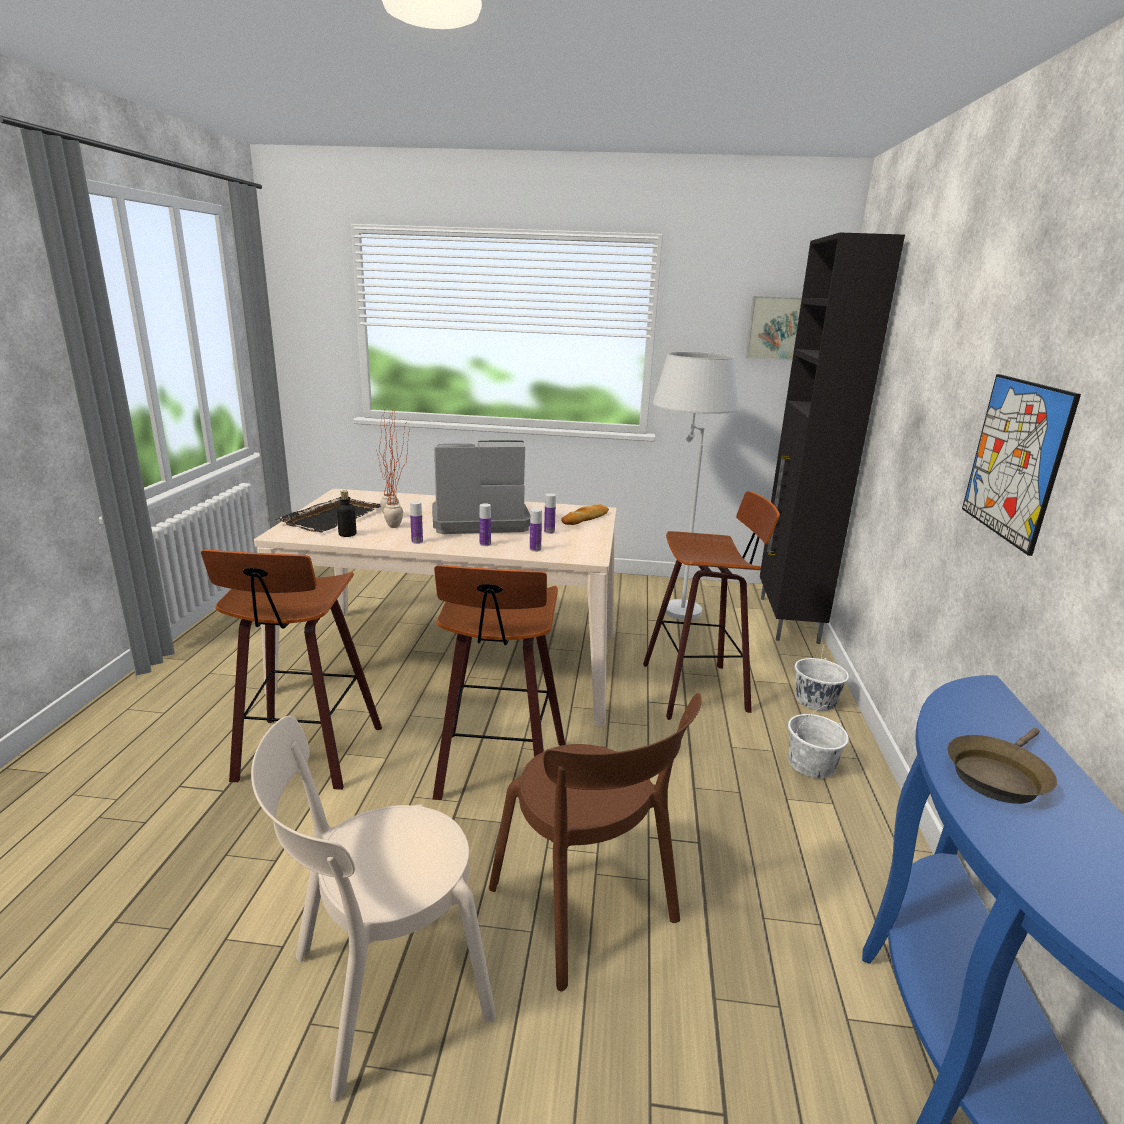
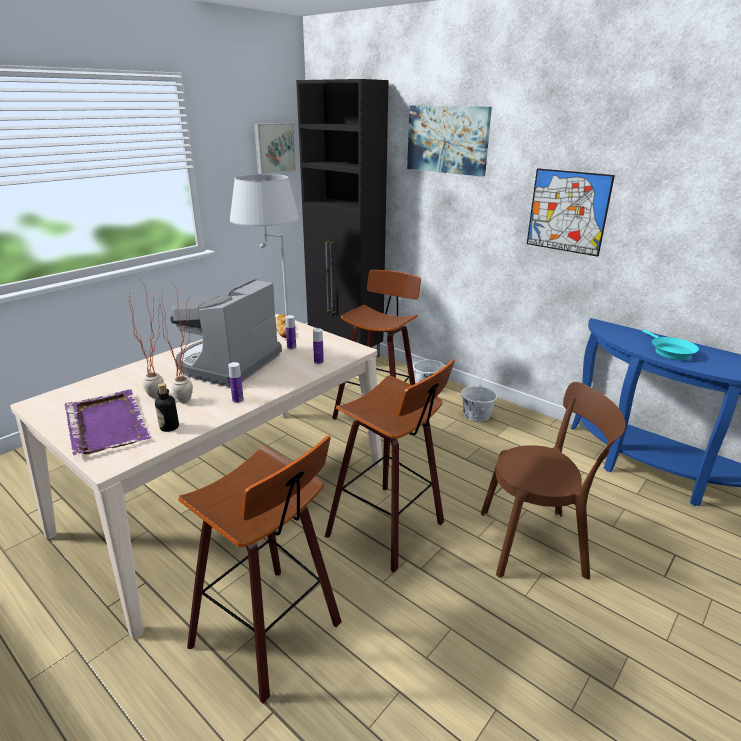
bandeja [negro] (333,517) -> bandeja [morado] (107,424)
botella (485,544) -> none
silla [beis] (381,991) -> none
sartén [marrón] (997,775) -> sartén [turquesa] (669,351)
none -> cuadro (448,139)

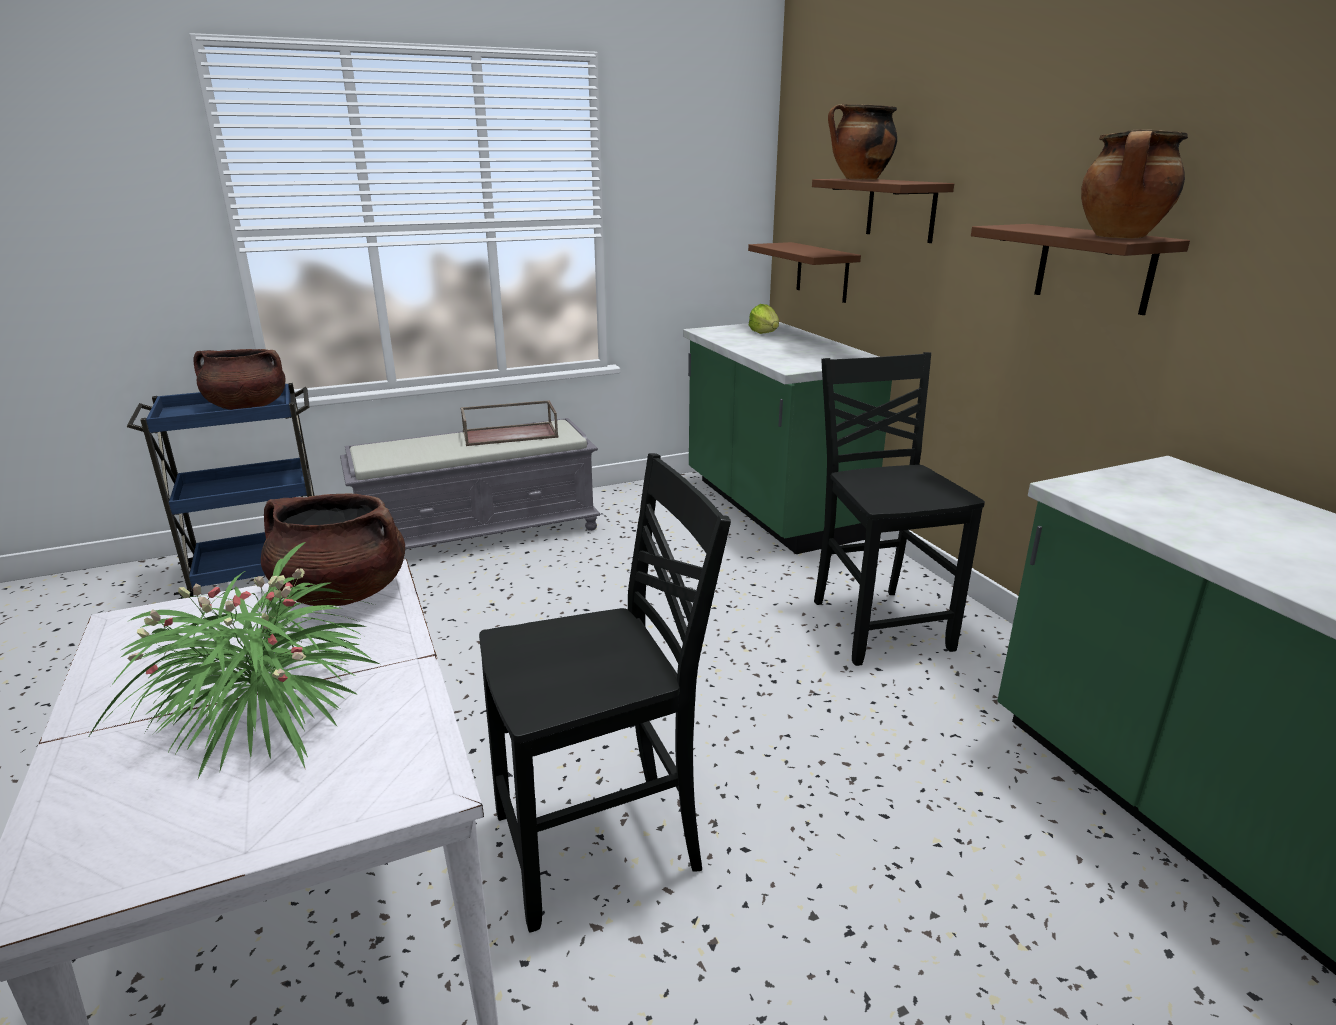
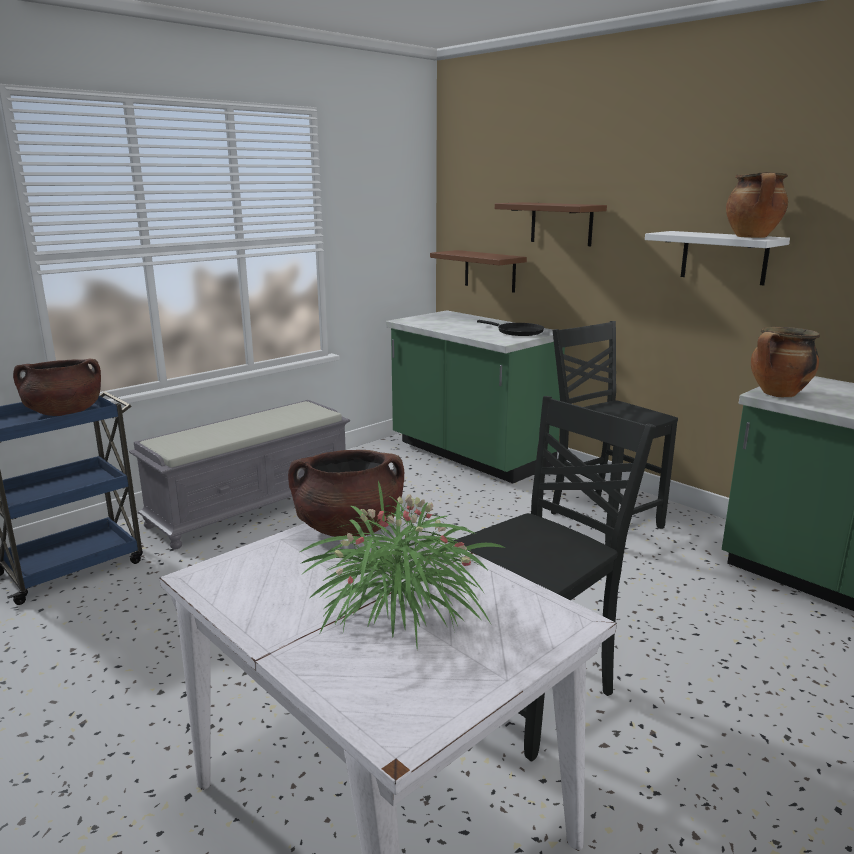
olla (859,179) -> olla (778,394), relocated
estante [marrón] (1094,268) -> estante [blanco] (724,257)
lechuga (764,333) -> none
bandeja [marrón] (511,434) -> none
none -> sartén [negro] (517,332)

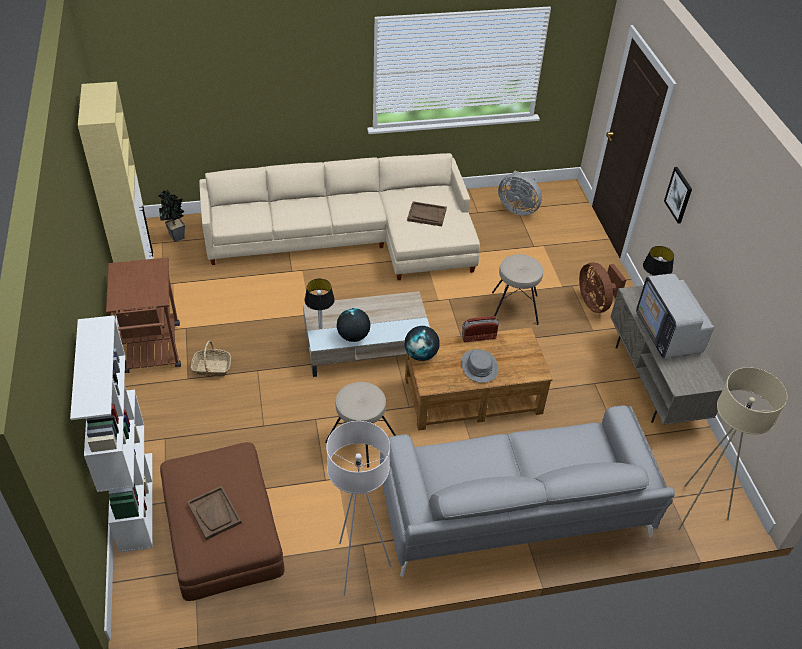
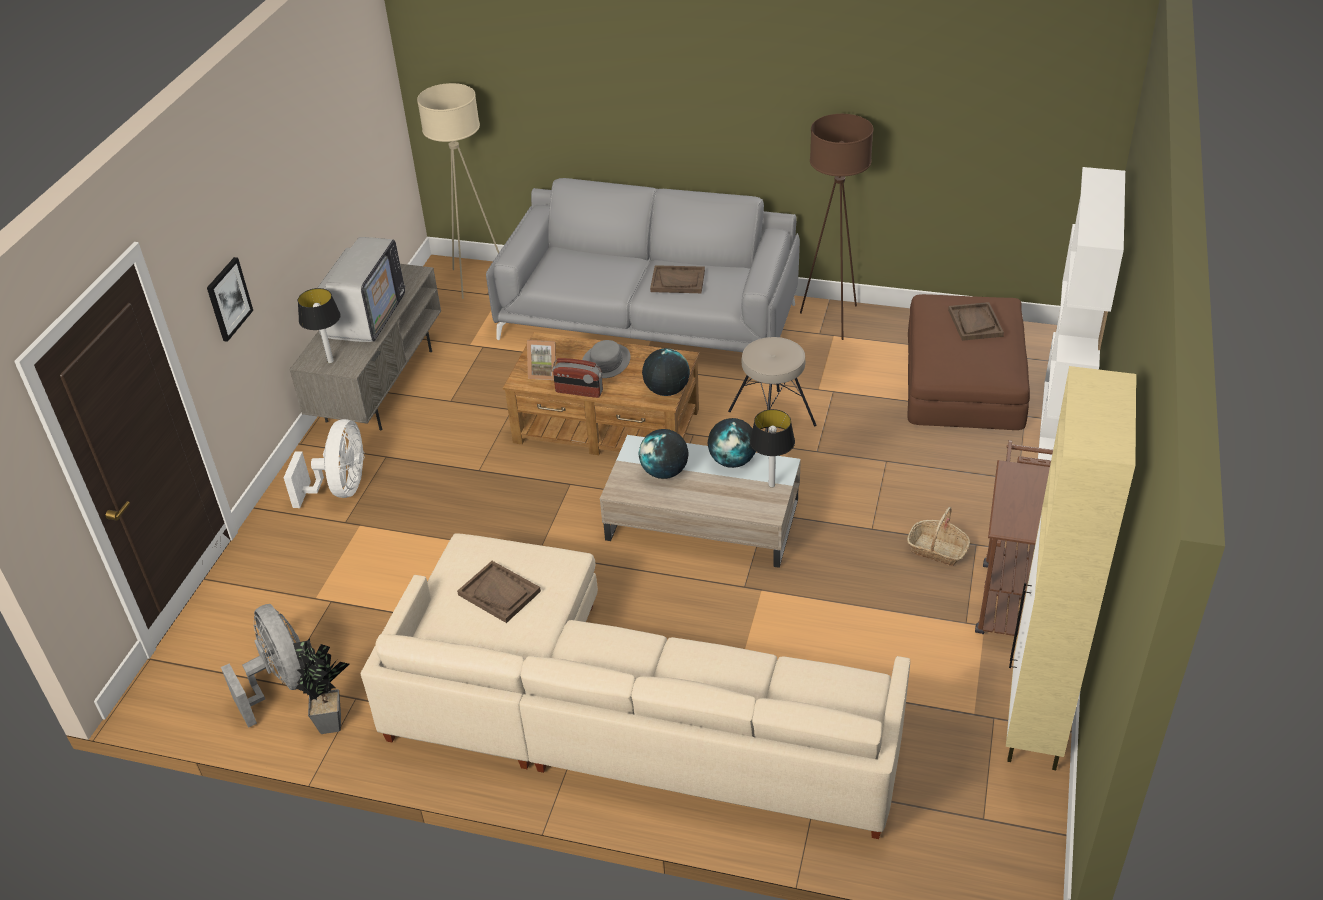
planta en maceta (177,239) -> planta en maceta (333,720), relocated
taburete [beis] (514,307) -> none
ventilador [marrón] (595,303) -> ventilador [blanco] (341,489)
lámpara de pie [blanco] (358,567) -> lámpara de pie [marrón] (833,320)
none -> bandeja [marrón] (678,281)
none -> portarretratos (544,373)
none -> globo terráqueo (664,472)

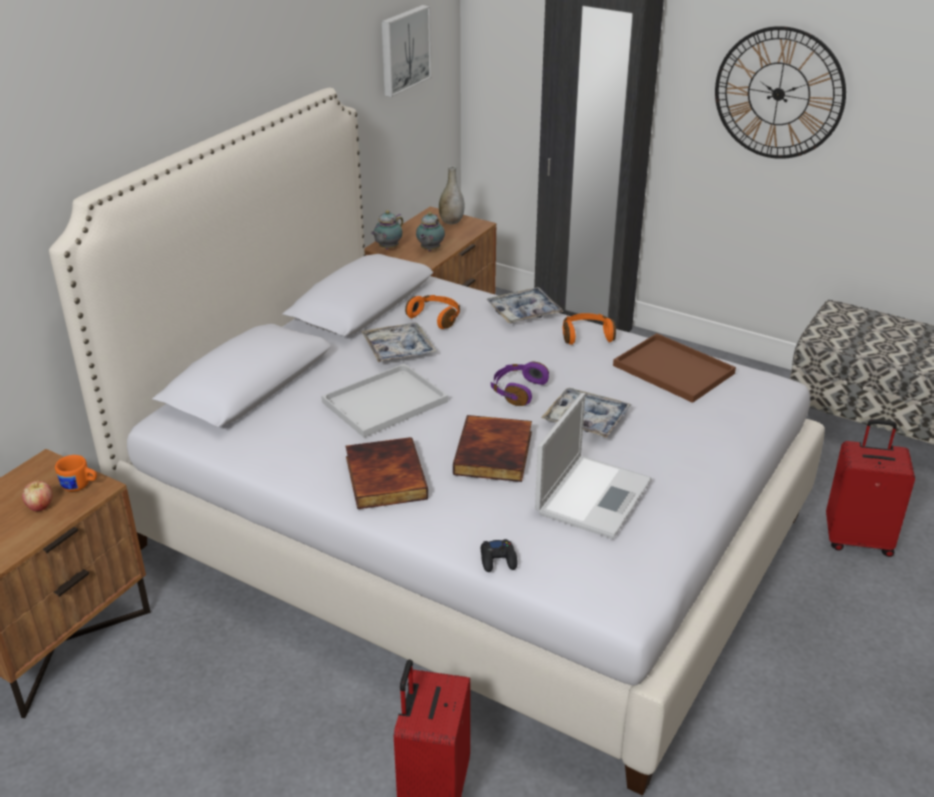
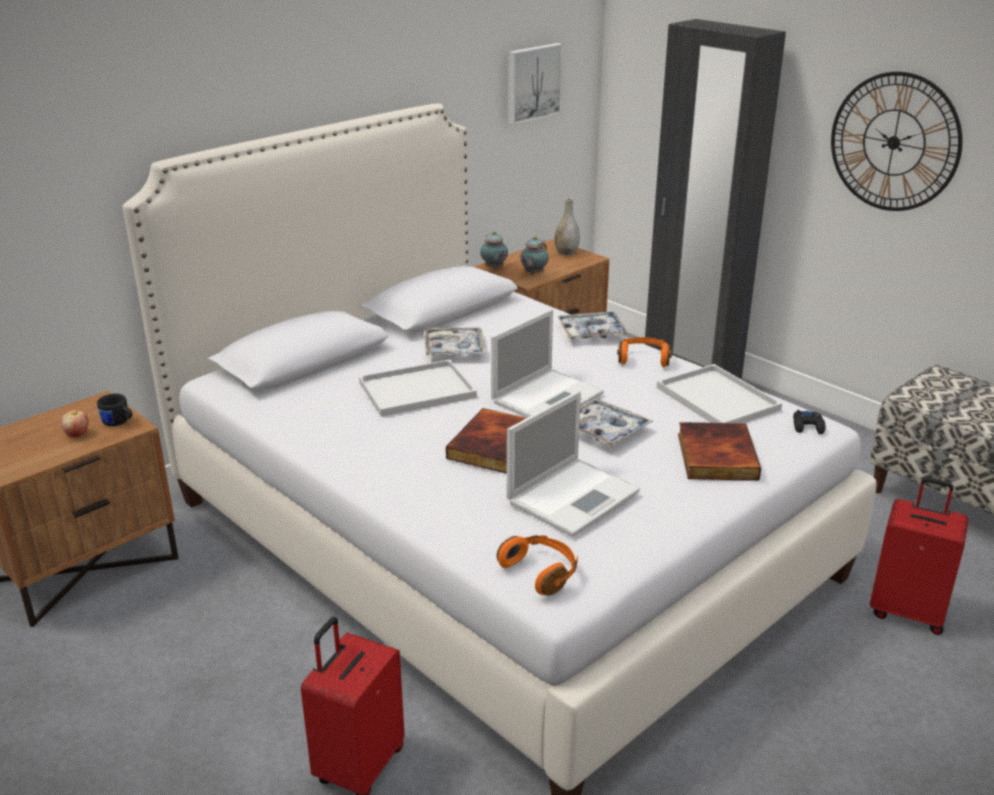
tetera (387,248) -> tetera (494,268), 75 degrees counterclockwise
auriculares [naranja] (436,317) -> auriculares [naranja] (541,572), relocated
bandeja [marrón] (676,370) -> bandeja [blanco] (720,399)
auriculares [morado] (517,391) -> portátil (548,397)
libro (383,477) -> libro (714,456), relocated
taza grande [naranja] (80,486) -> taza grande [negro] (119,423)
mando de consola [negro] (498,560) -> mando de consola [negro] (808,426), relocated

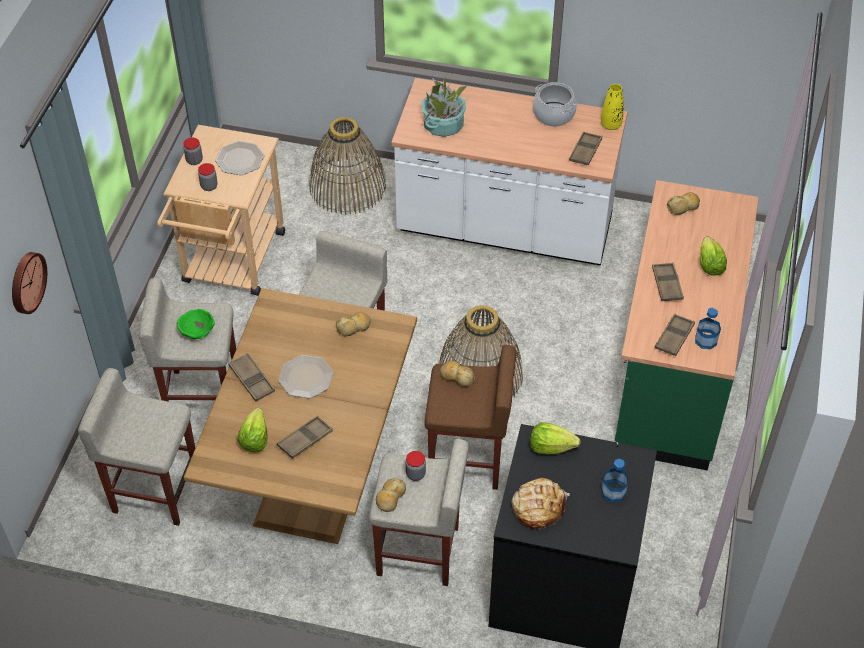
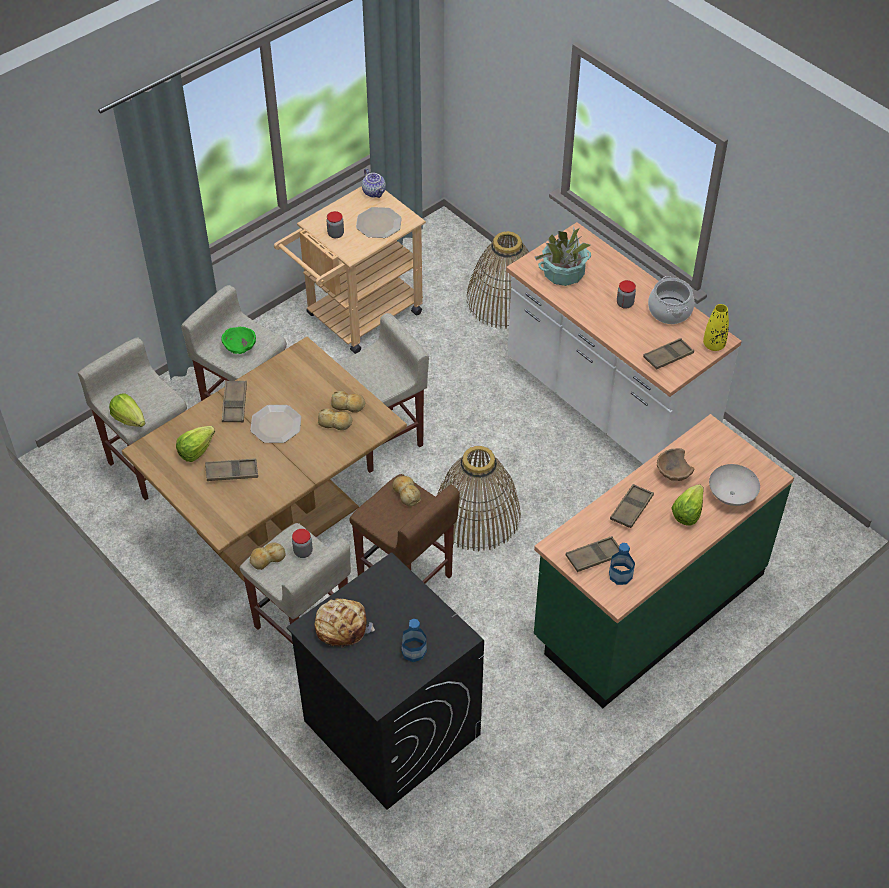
tarro (194,160) -> tarro (625,303), relocated
pan (683,207) -> pan (335,423), relocated
reloj de pared (26,282) -> none
lechuga (551,447) -> lechuga (129,419), relocated
none -> tetera (374,192)
none -> cuenco [marrón] (672,474)
none -> cuenco [blanco] (732,495)

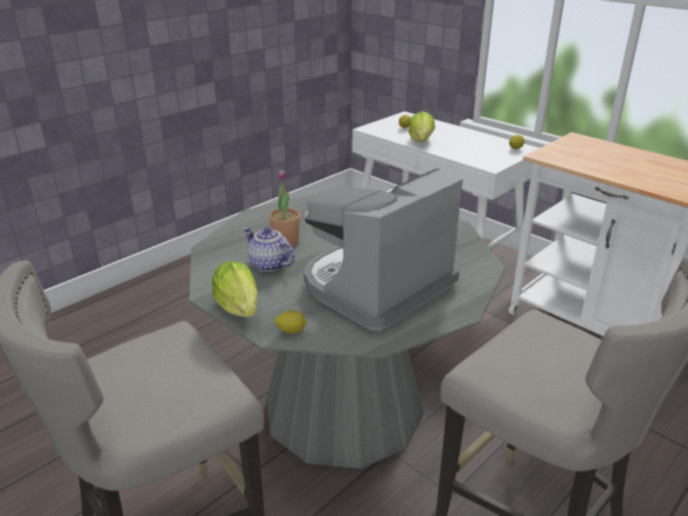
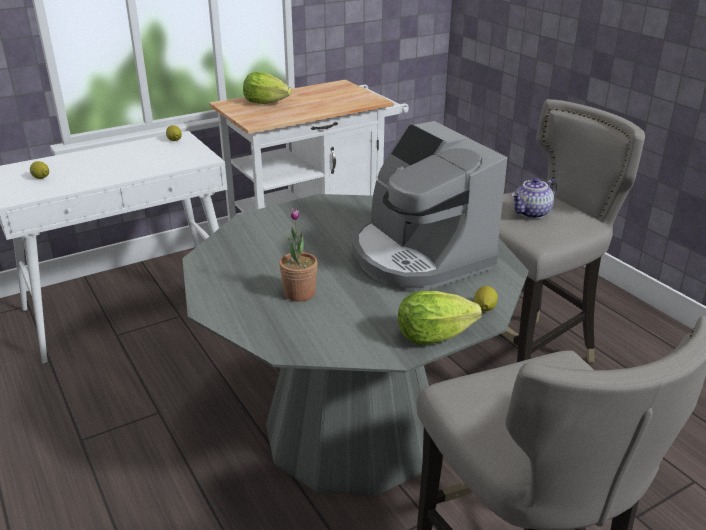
lechuga (421,141) -> lechuga (265,103), relocated
tetera (268,265) -> tetera (532,213), relocated

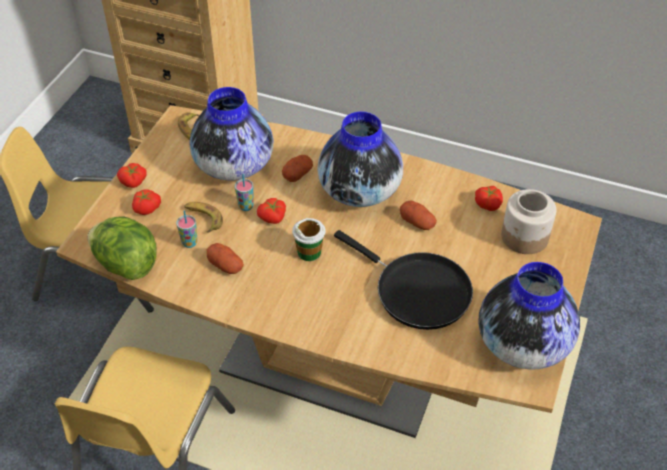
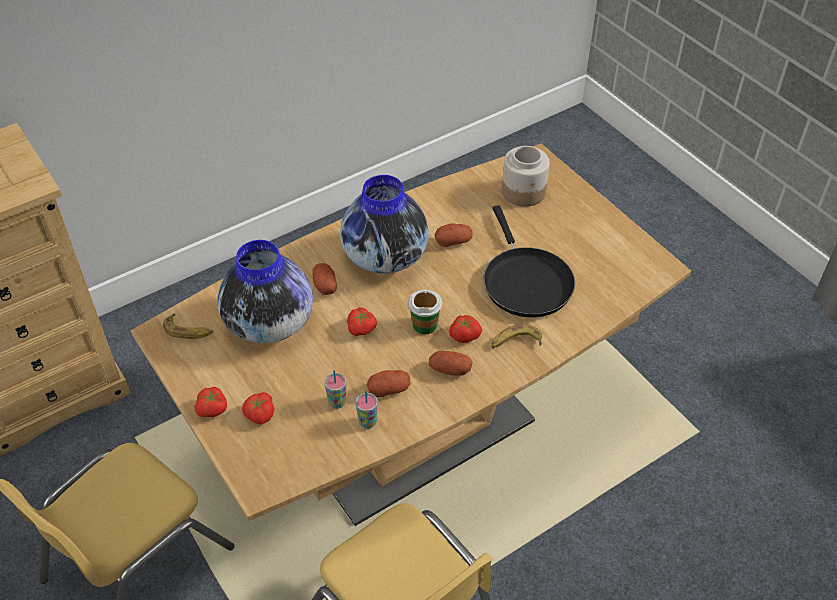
taza (246,206) -> taza (367,422), relocated
tomate (488,204) -> tomate (464,335), relocated
plátano (203,218) -> plátano (515,342), relocated
lechuga (126,264) -> none
sartén [negro] (417,291) -> sartén [negro] (525,281), 90 degrees clockwise
florero (522,343) -> none
none -> patata (449,369)

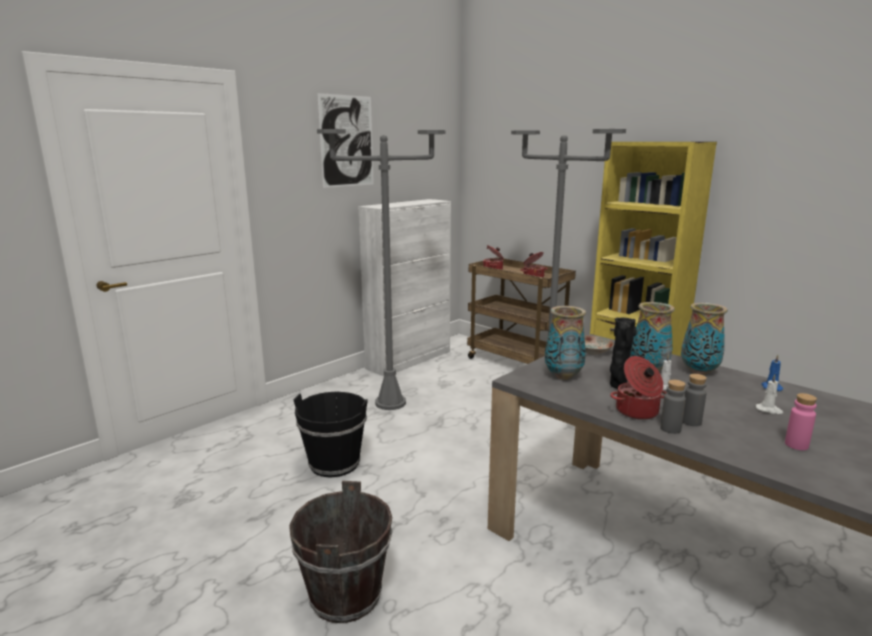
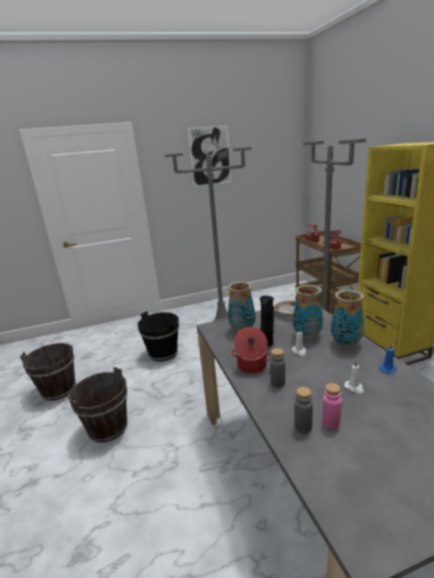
armario [blanco] (409,360) -> none
botella [gris] (670,429) -> botella [gris] (303,426), relocated
none -> cubo [marrón] (59,390)

